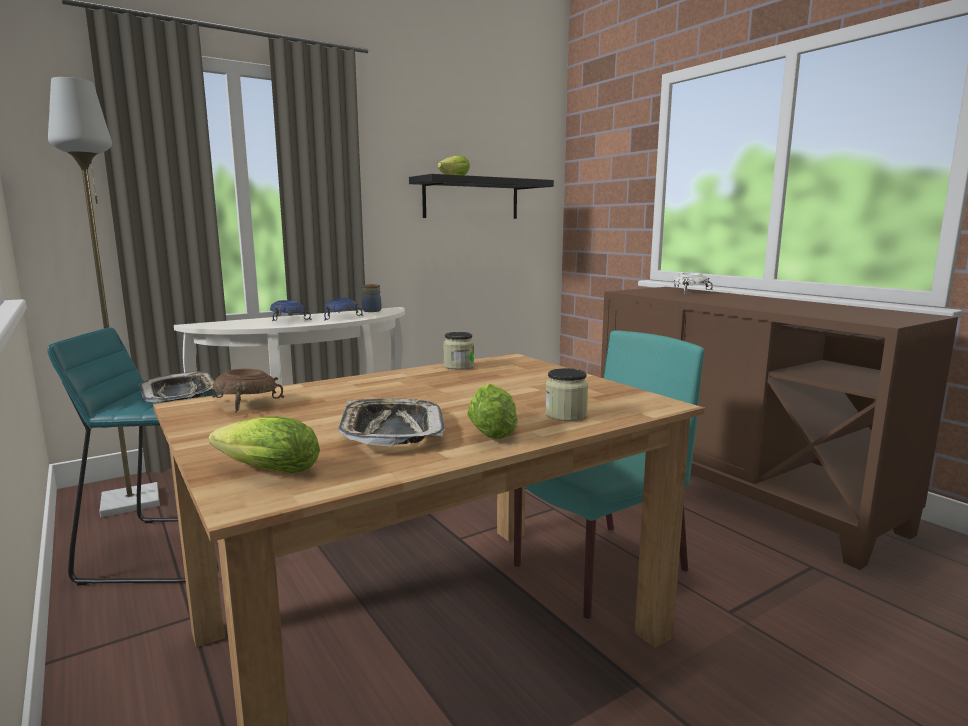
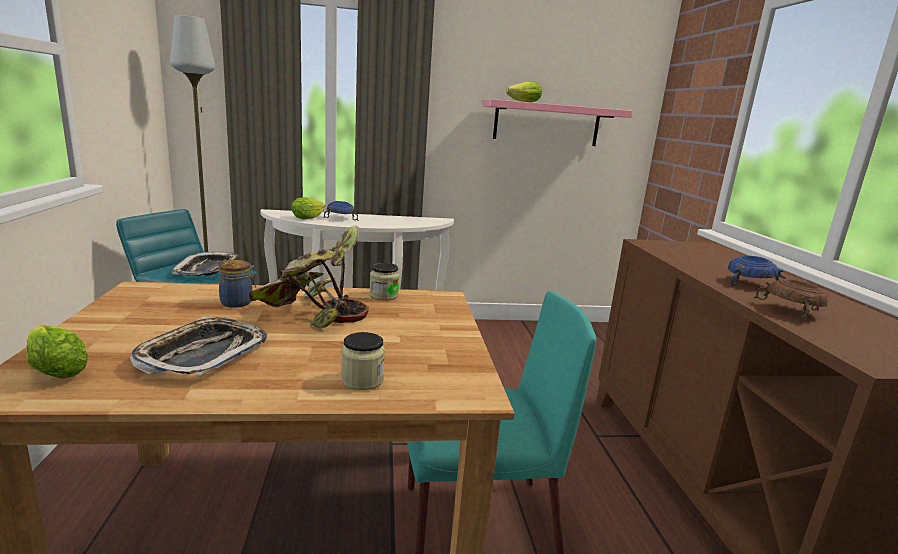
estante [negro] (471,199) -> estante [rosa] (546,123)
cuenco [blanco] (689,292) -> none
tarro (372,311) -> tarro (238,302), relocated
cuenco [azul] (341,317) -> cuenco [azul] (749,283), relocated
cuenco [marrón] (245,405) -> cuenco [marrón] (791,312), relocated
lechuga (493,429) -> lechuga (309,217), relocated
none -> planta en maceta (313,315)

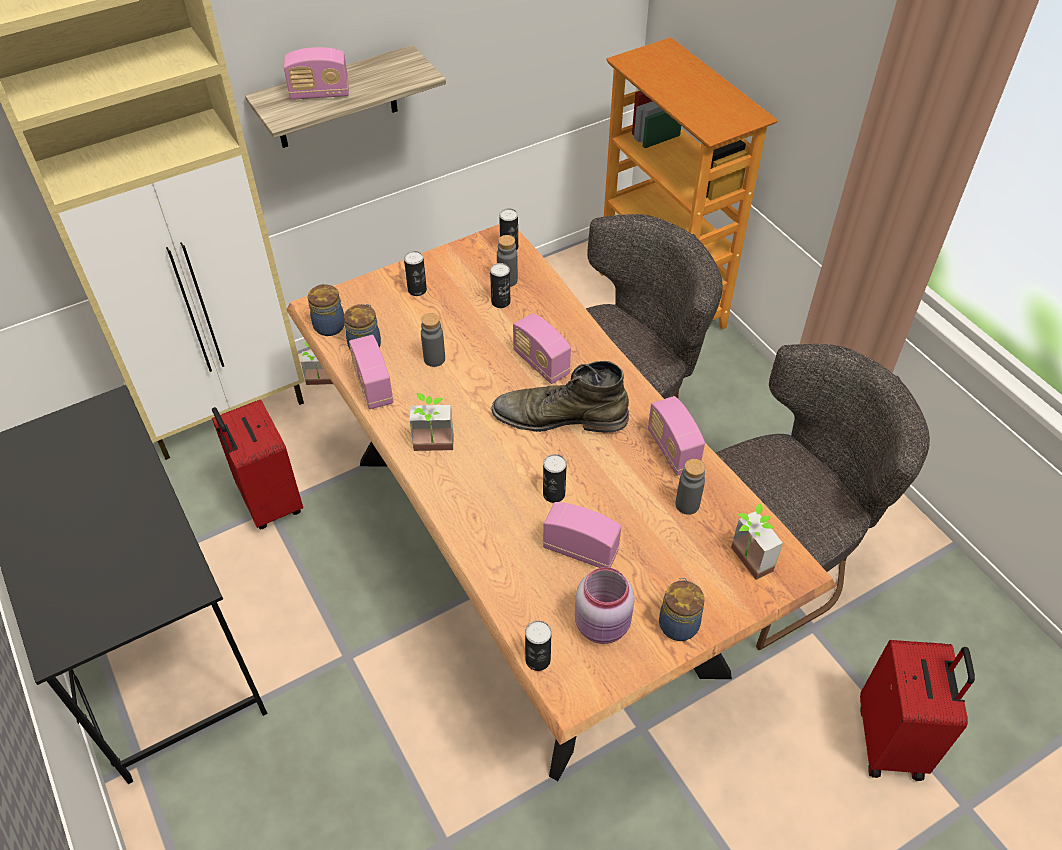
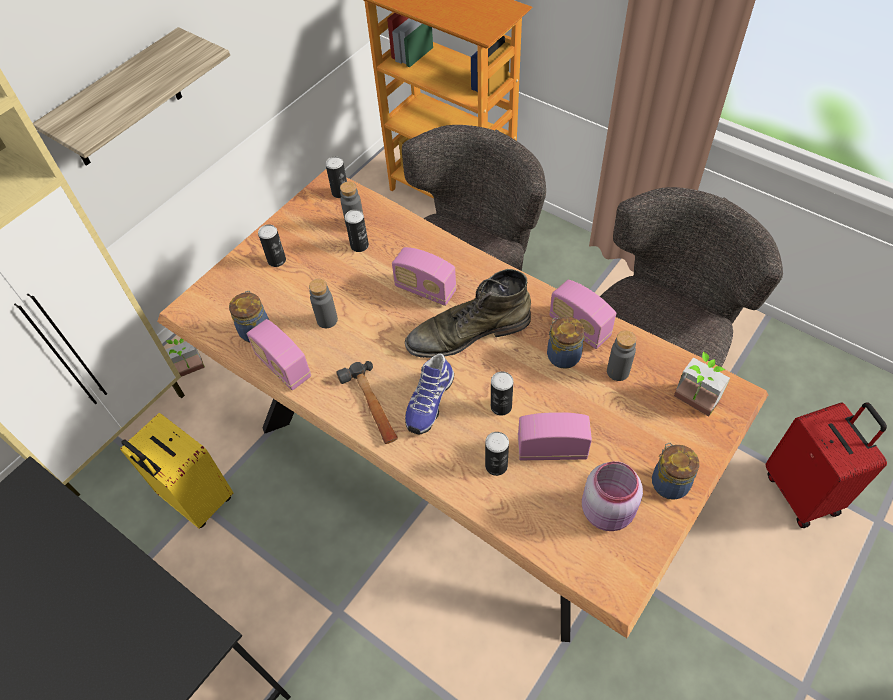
radio (320,94) -> none
tarro (329,325) -> tarro (562,355), relocated
planta en maceta (433,449) -> martillo (371,406)
maleta [rojo] (268,502) -> maleta [amarillo] (196,499)
lata (538,659) -> lata (496,465), relocated
none -> zapato (428,401)

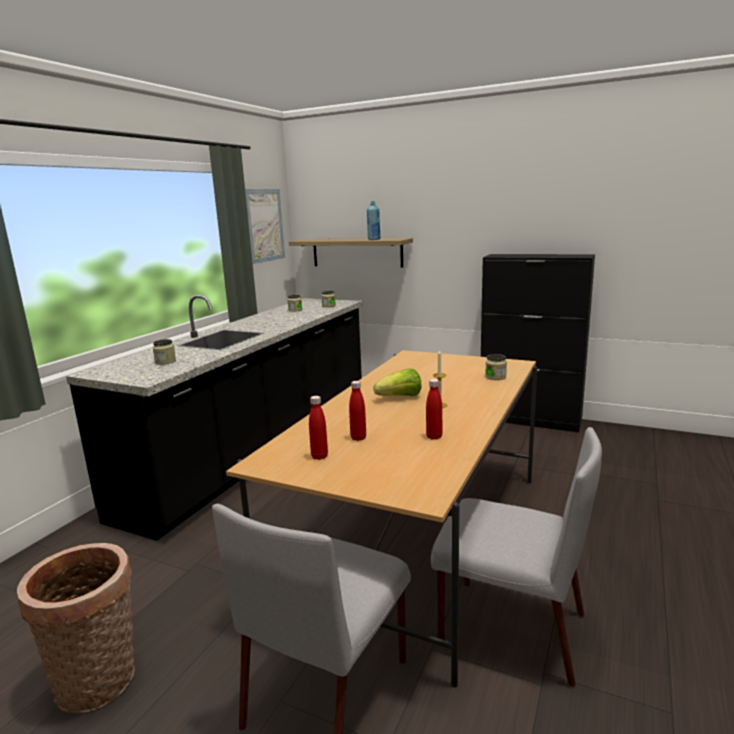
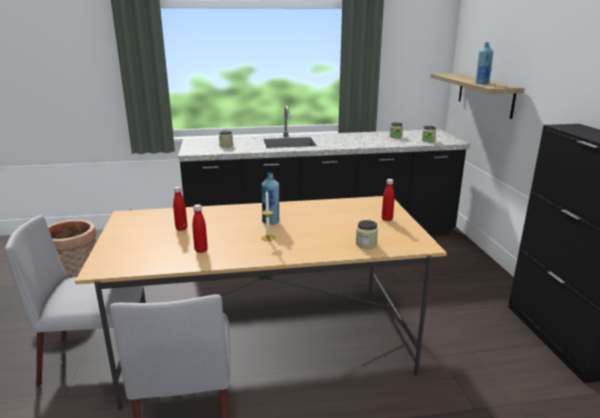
cuadro (264,225) -> none
lechuga (400,397) -> botella [azul] (271,222)
botella [rojo] (319,456) -> botella [rojo] (387,219), relocated

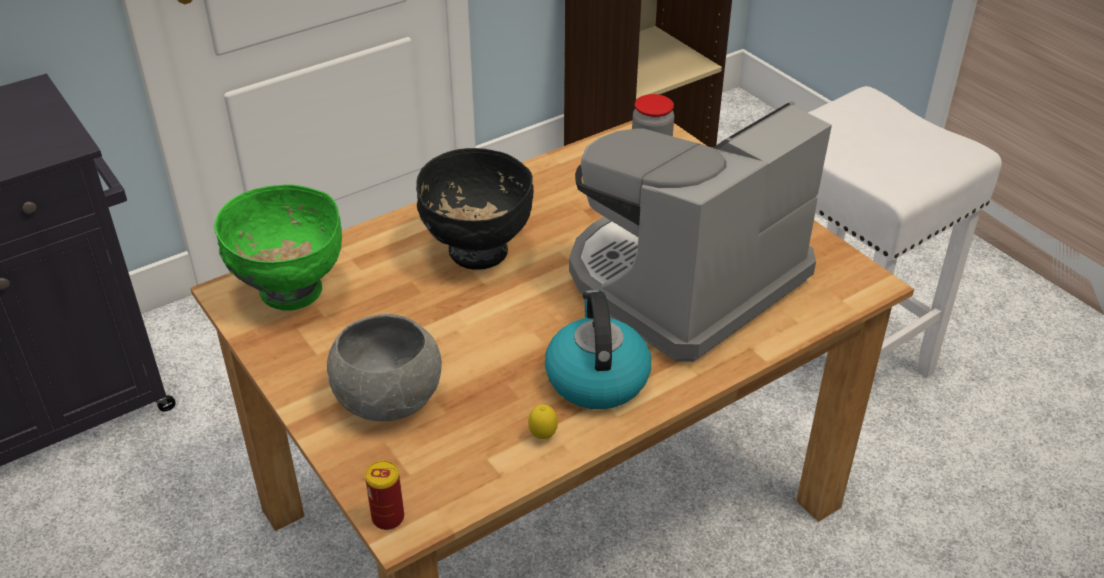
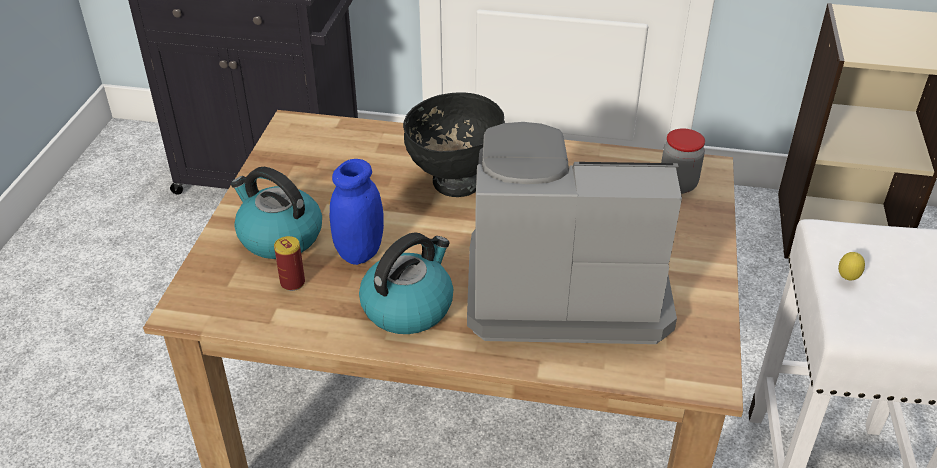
cuenco [verde] (290,292) -> none
cuenco [gris] (389,399) -> hervidor (279,236)
limón (543,436) -> limón (847,279), relocated
lata (388,518) -> lata (292,283), relocated
none -> tarro [azul] (360,252)

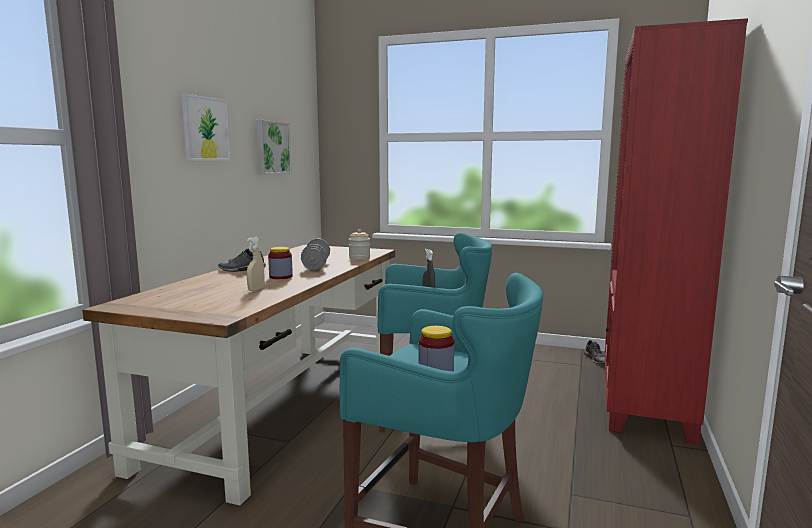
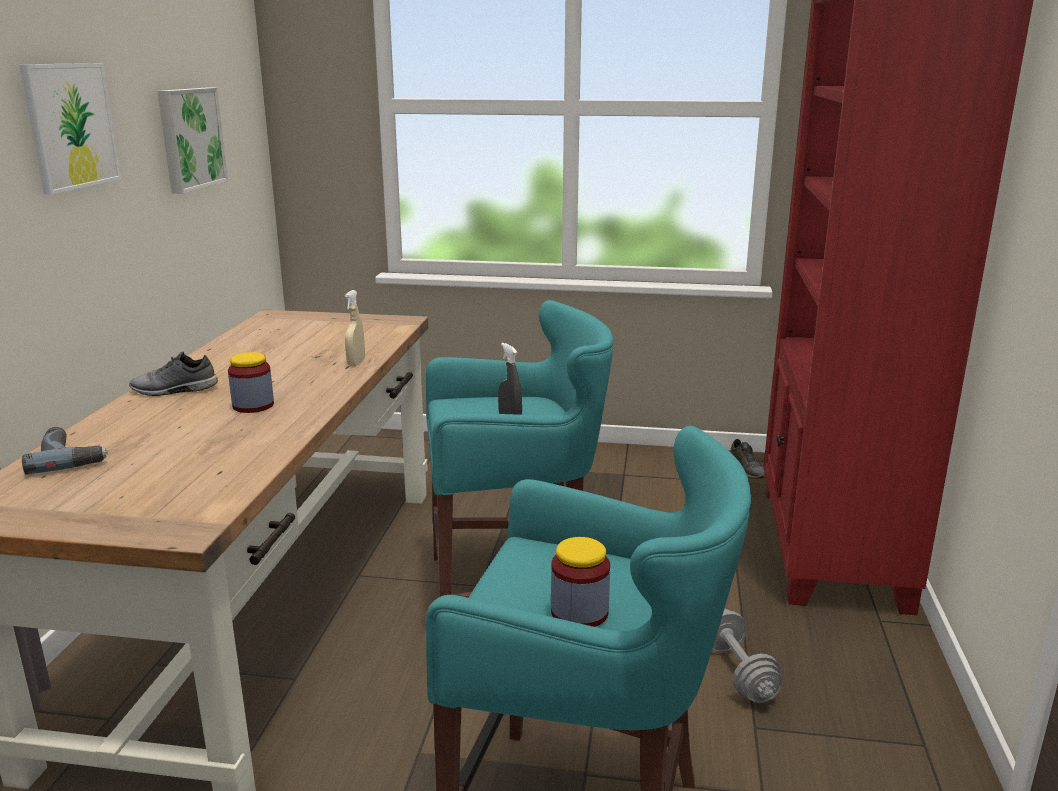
tarro (359,258) -> none
pulverizador [beis] (256,289) -> pulverizador [beis] (356,363), relocated
mancuerna [gris] (316,265) -> mancuerna [gris] (738,673), relocated
none -> taladro (70,456)

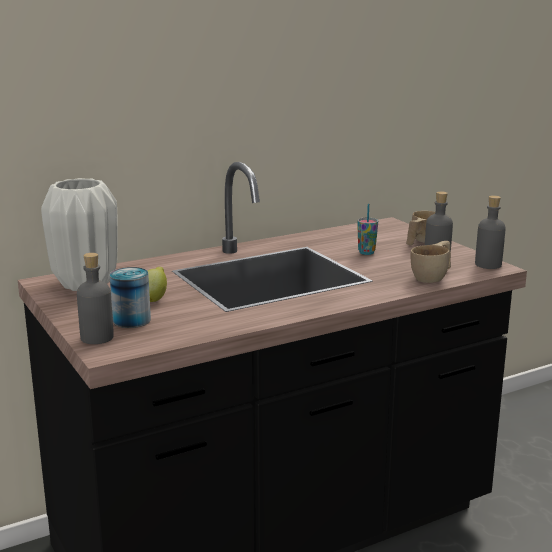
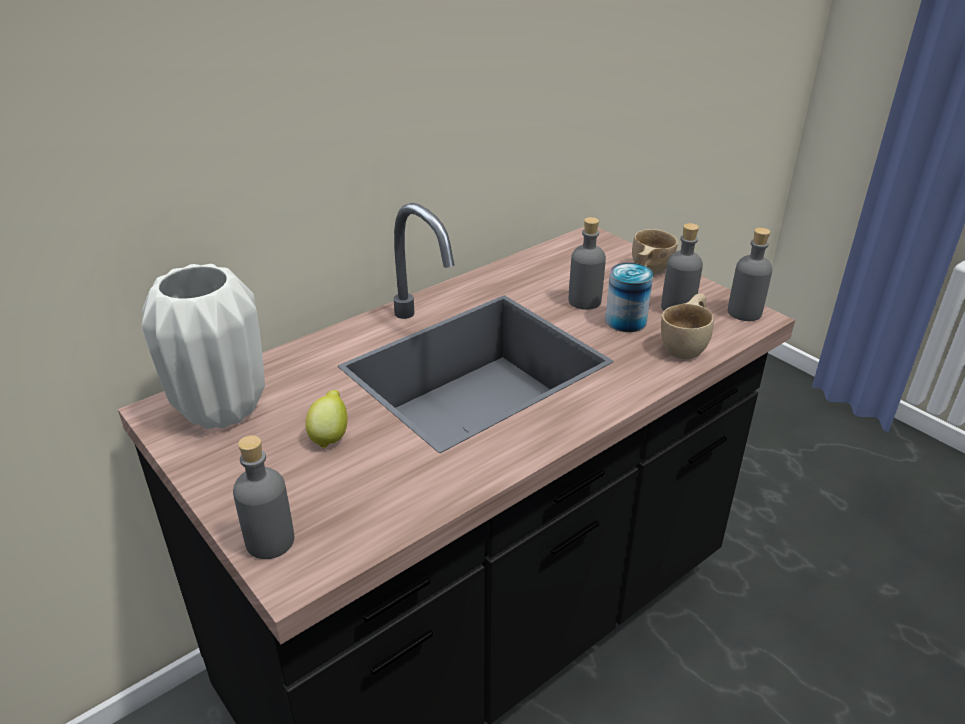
taza (366,252) -> botella [gris] (584,301)
lata (131,320) -> lata (625,321), relocated

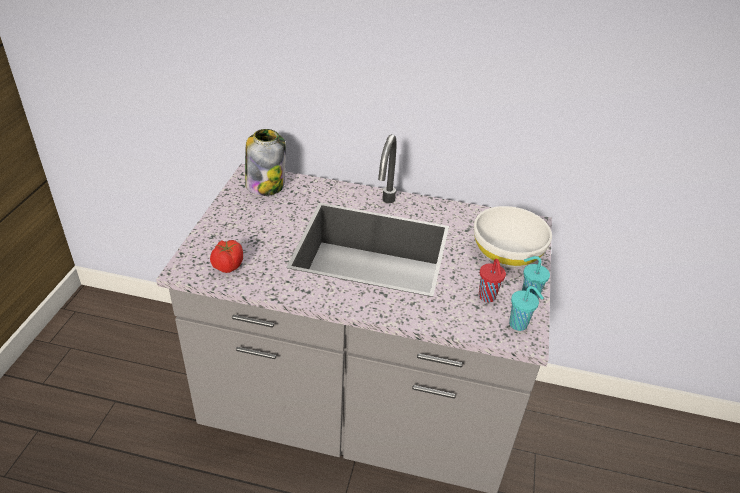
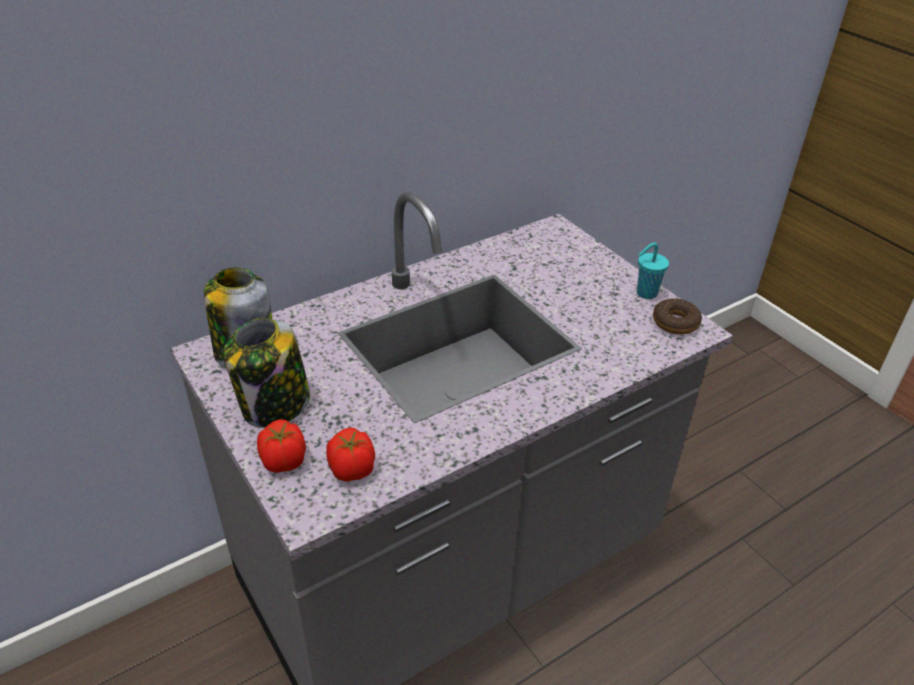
cuenco [blanco] (506,253) -> none
taza [rojo] (487,297) -> none
taza [turquesa] (519,325) -> rosquilla (675,322)
none -> tarro (274,405)
none -> tomate (283,461)

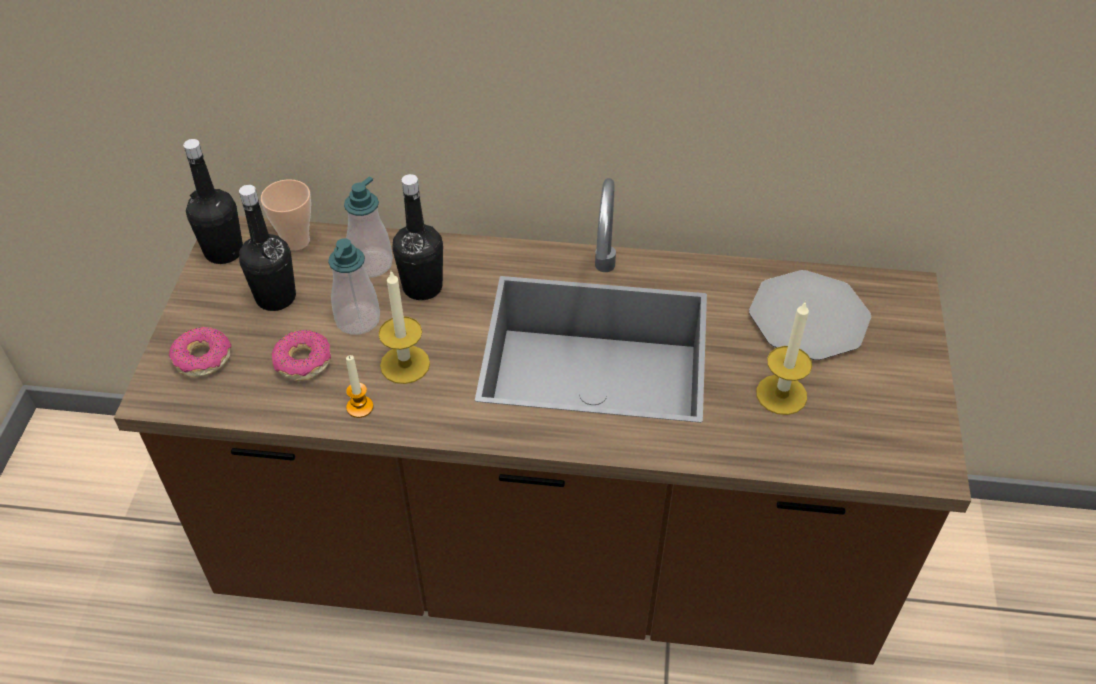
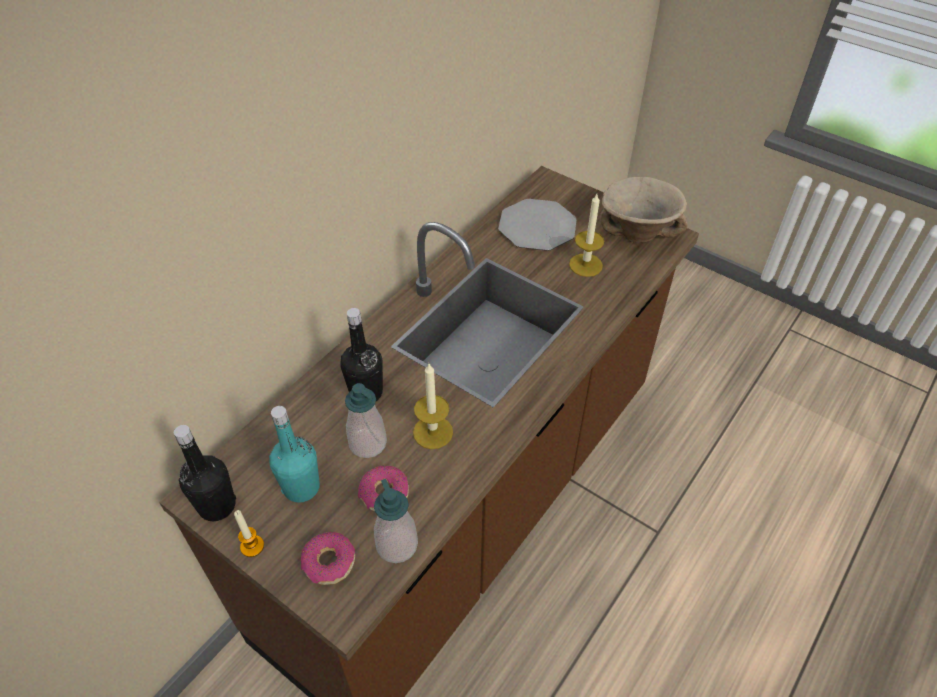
dispensador de jabón (371,264) -> dispensador de jabón (397,545), relocated
taza (296,241) -> none
botella [negro] (276,297) -> botella [turquesa] (301,487)
vela (360,407) -> vela (252,546), relocated
none -> cuenco [beis] (637,232)

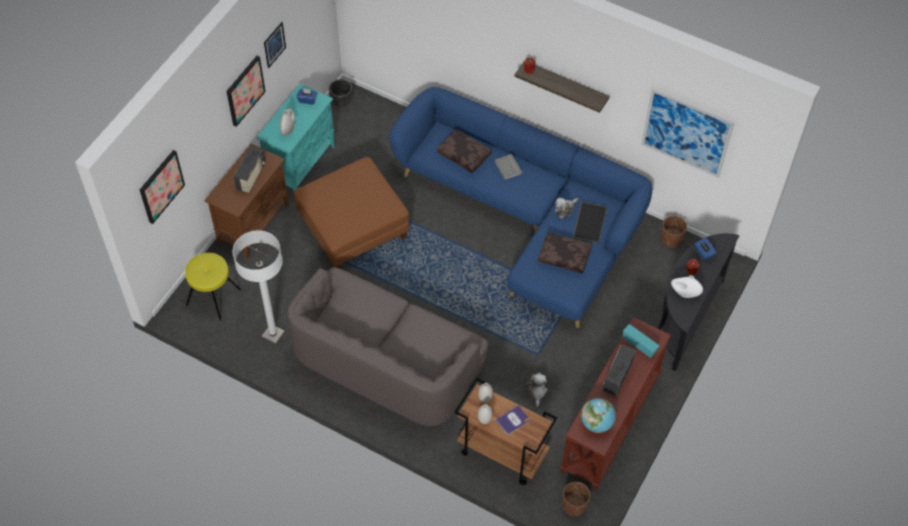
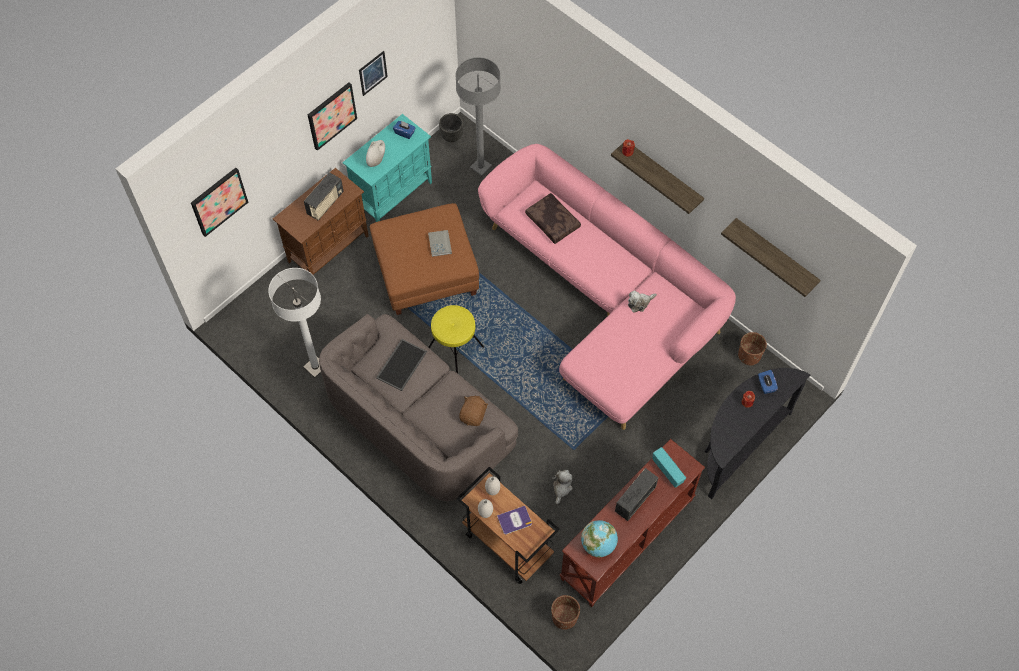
sofá [azul] (527,217) -> sofá [rosa] (606,300)
cuadro (686,133) -> estante (775,255)
libro [gris] (508,167) -> libro [gris] (440,244), relocated
bandeja (589,222) -> bandeja (401,364), relocated
cojín [marrón] (565,255) -> none
taburete [amarillo] (213,297) -> taburete [amarillo] (455,349), relocated
florero [blanco] (684,294) -> none
none -> lámpara de pie [gris] (480,167)
none -> peluche [marrón] (473,415)

